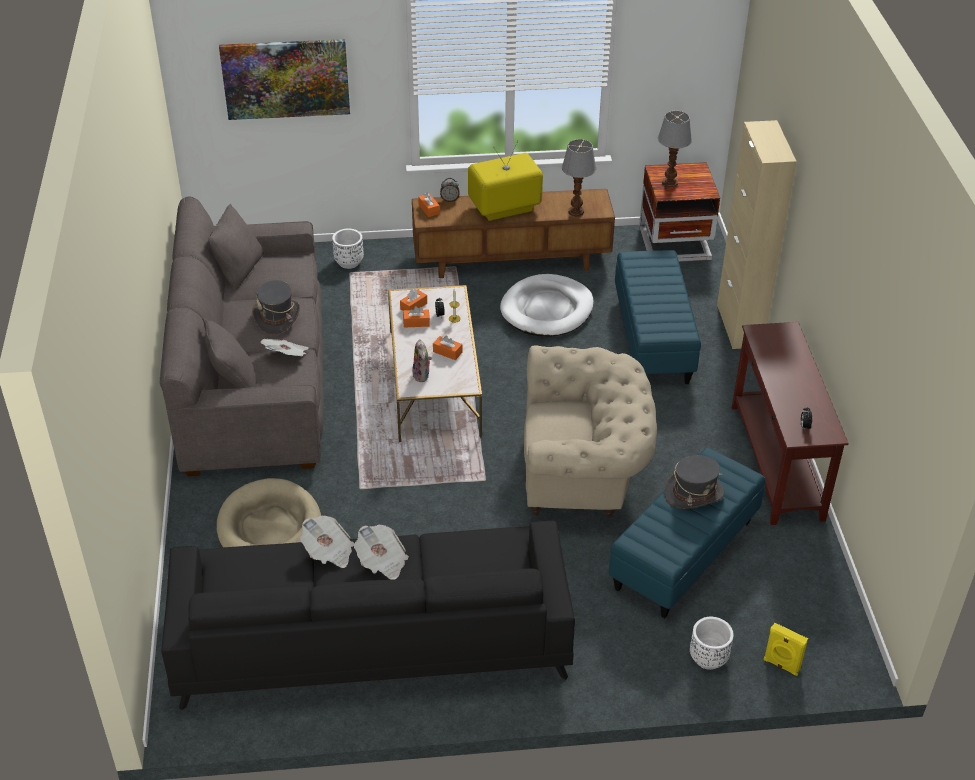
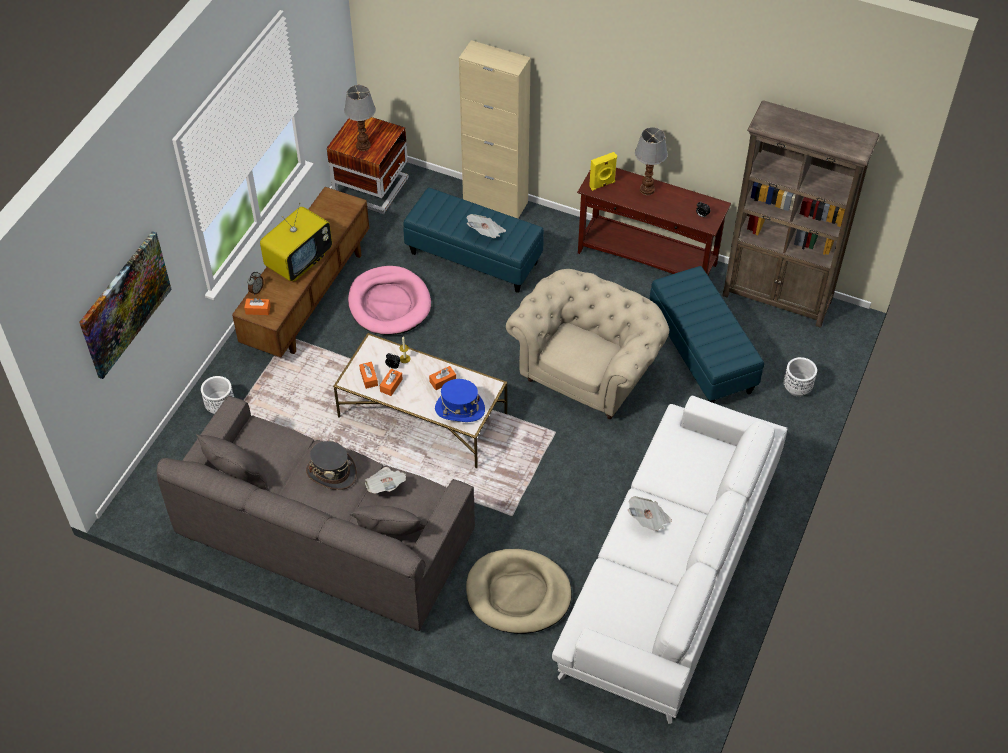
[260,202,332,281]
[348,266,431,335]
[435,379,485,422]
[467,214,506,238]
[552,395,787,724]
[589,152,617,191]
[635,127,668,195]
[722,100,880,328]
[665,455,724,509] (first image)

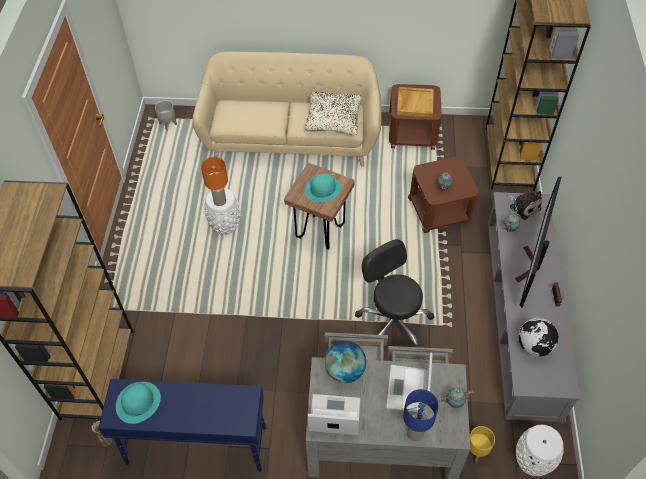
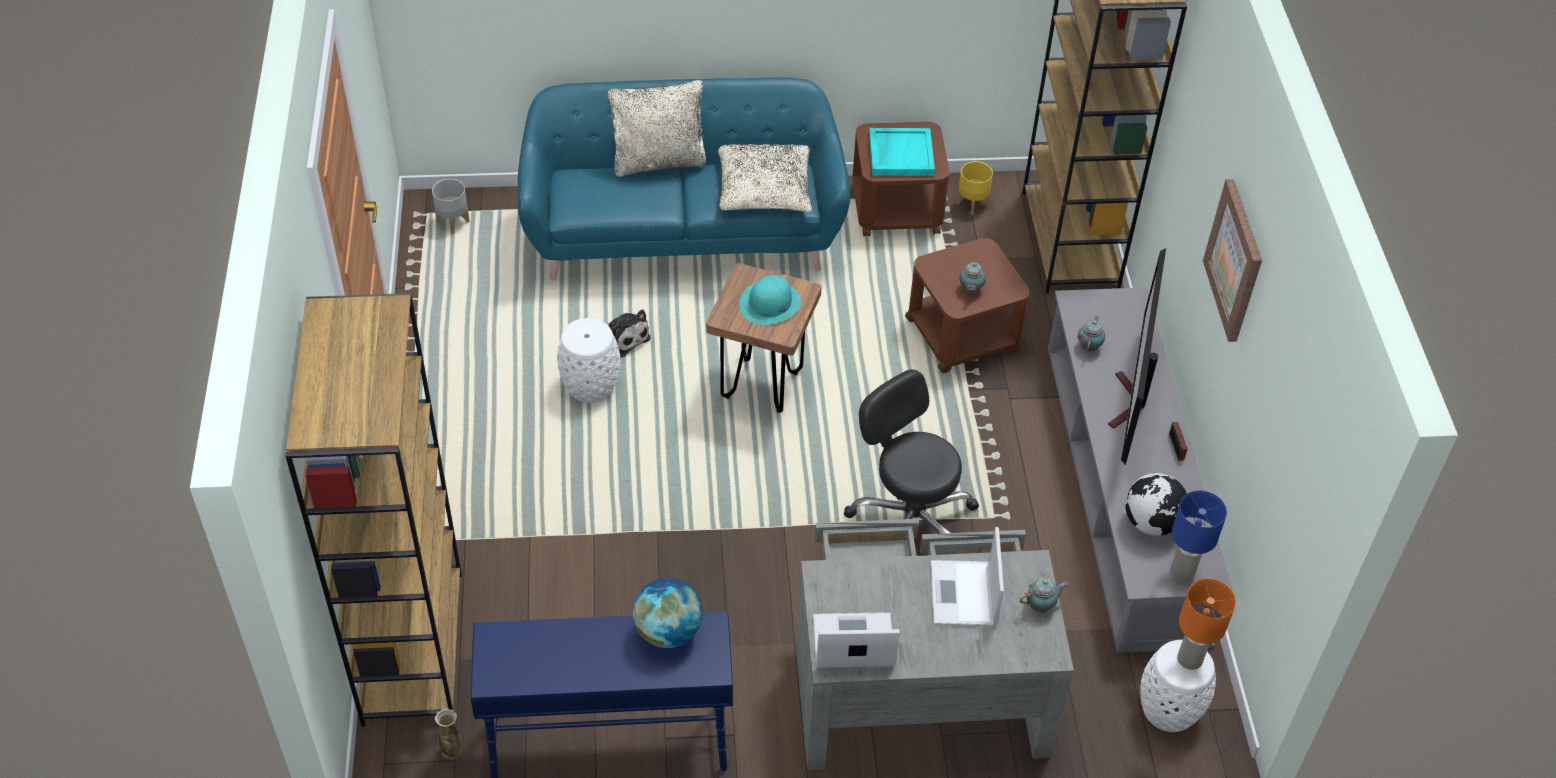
[518,78,850,281]
[603,309,651,357]
[607,80,706,177]
[633,578,702,648]
[869,128,935,176]
[957,161,993,215]
[1170,491,1227,582]
[1177,579,1236,670]
[1203,179,1262,342]
[116,382,161,424] (first image)

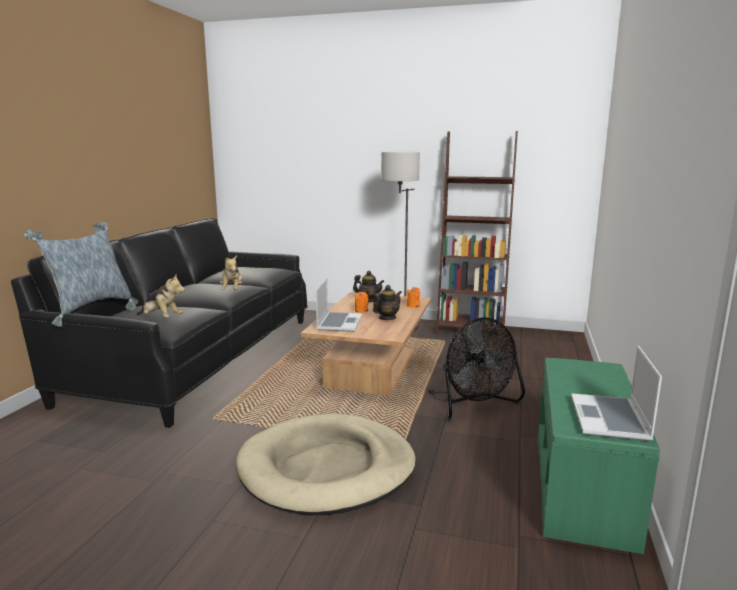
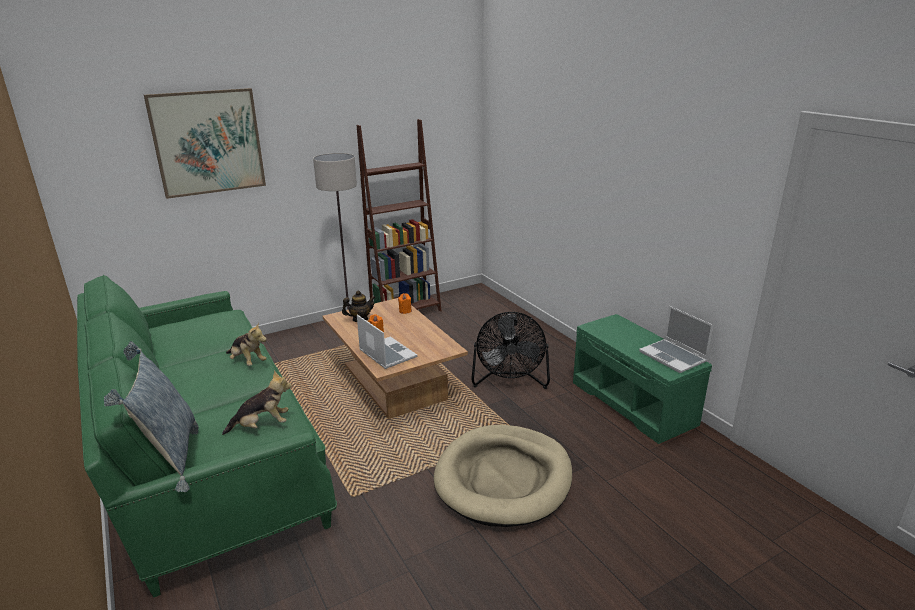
[77,275,337,598]
[144,88,266,199]
[471,312,550,389]
[373,285,402,320] (first image)

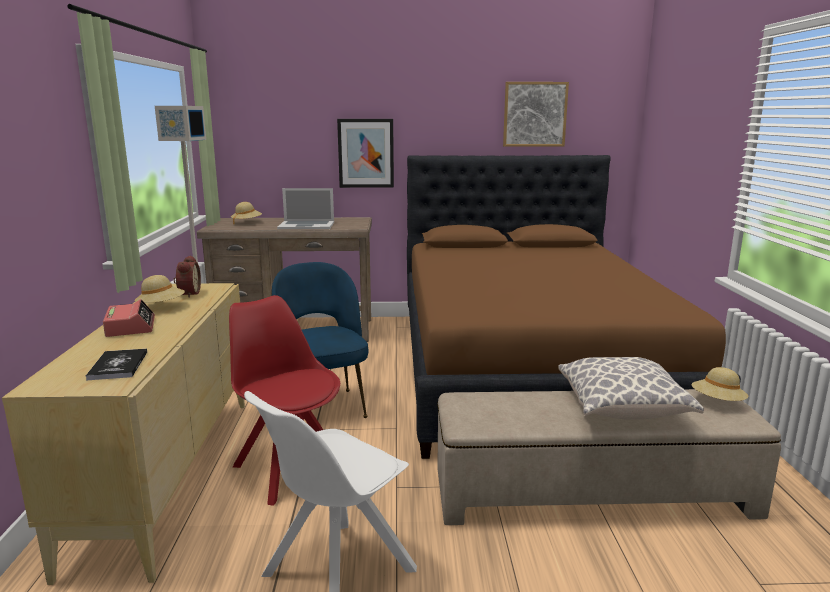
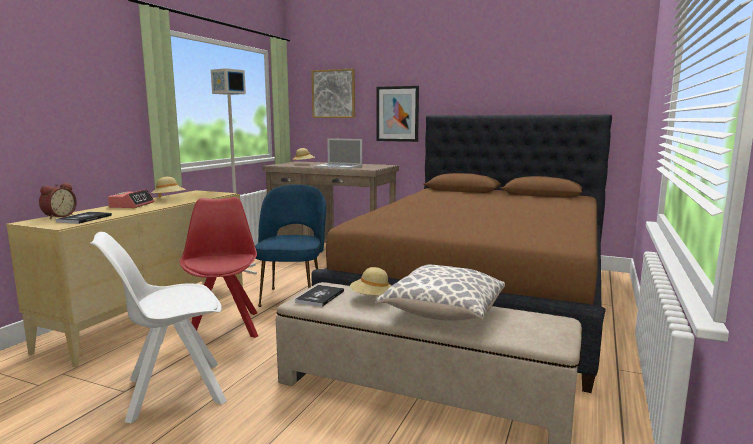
[39,183,77,219]
[295,285,344,307]
[311,69,355,118]
[350,267,392,295]

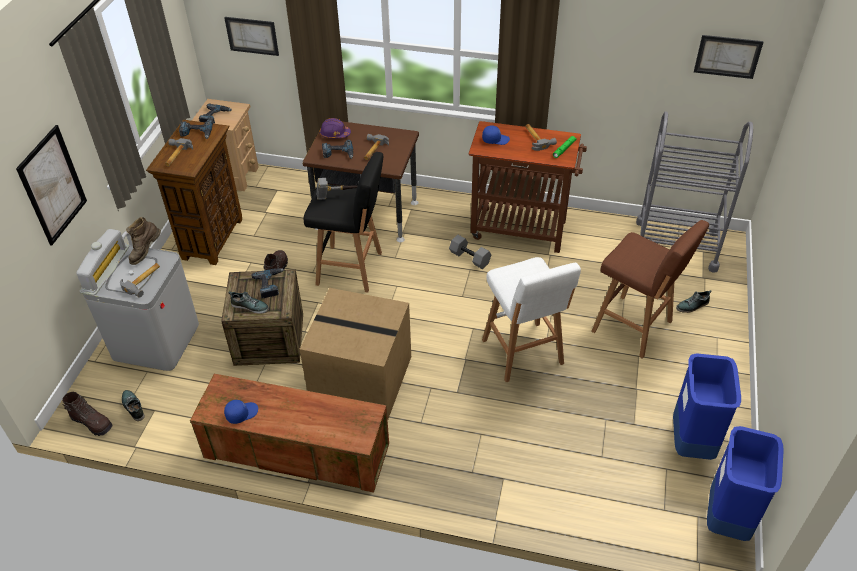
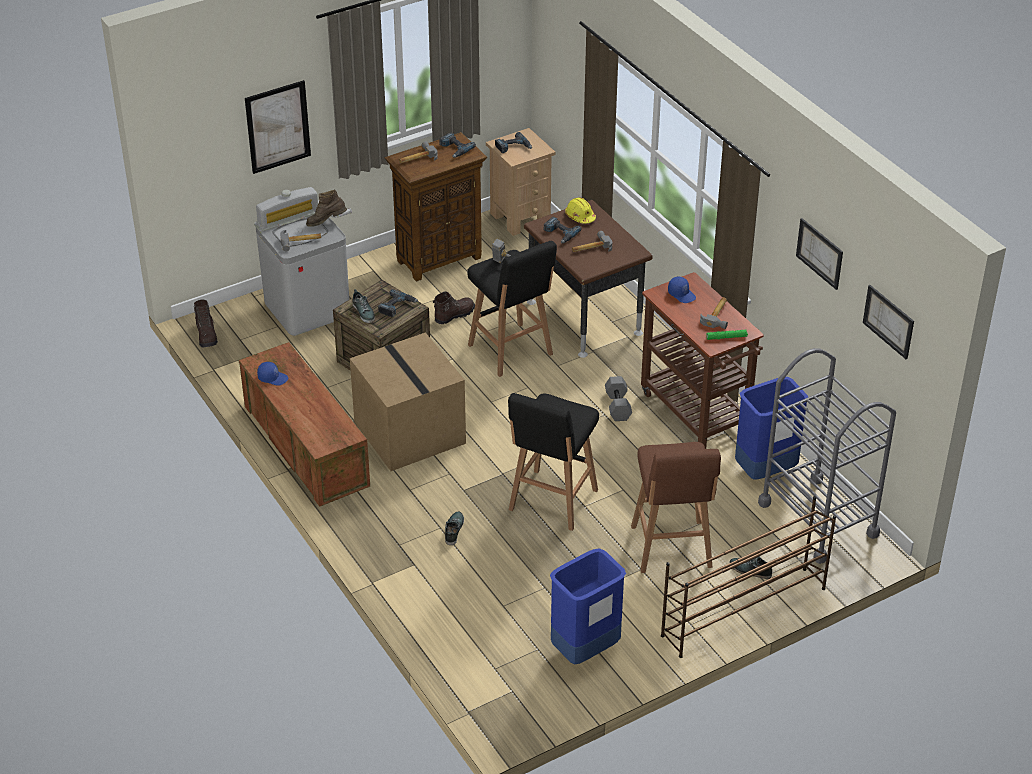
[445,512,464,545]
[508,393,599,531]
[565,197,596,224]
[661,496,836,658]
[735,377,808,480]
[796,218,843,290]

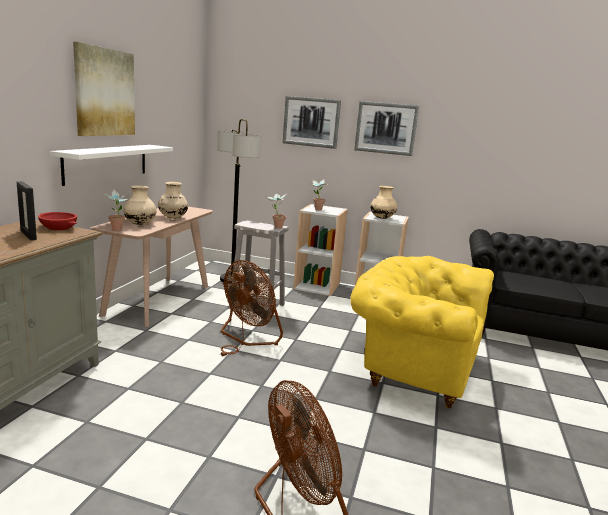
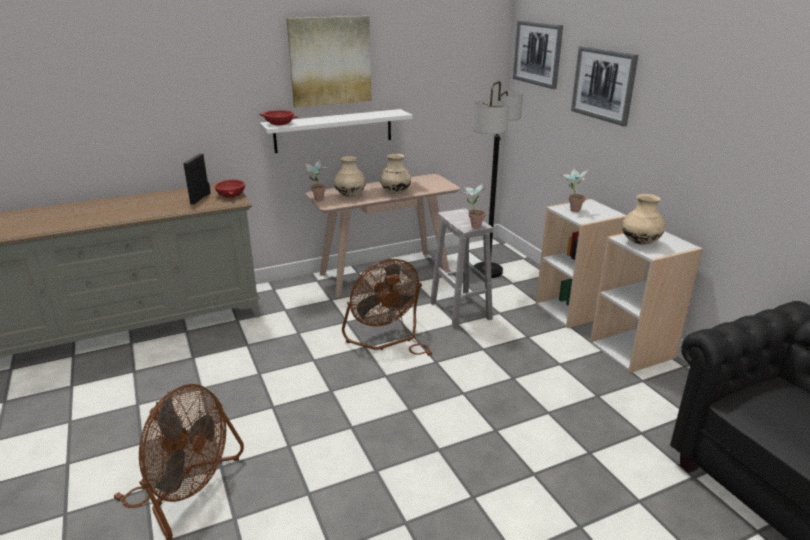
[259,110,298,125]
[342,259,432,356]
[513,20,563,89]
[350,256,494,408] (first image)

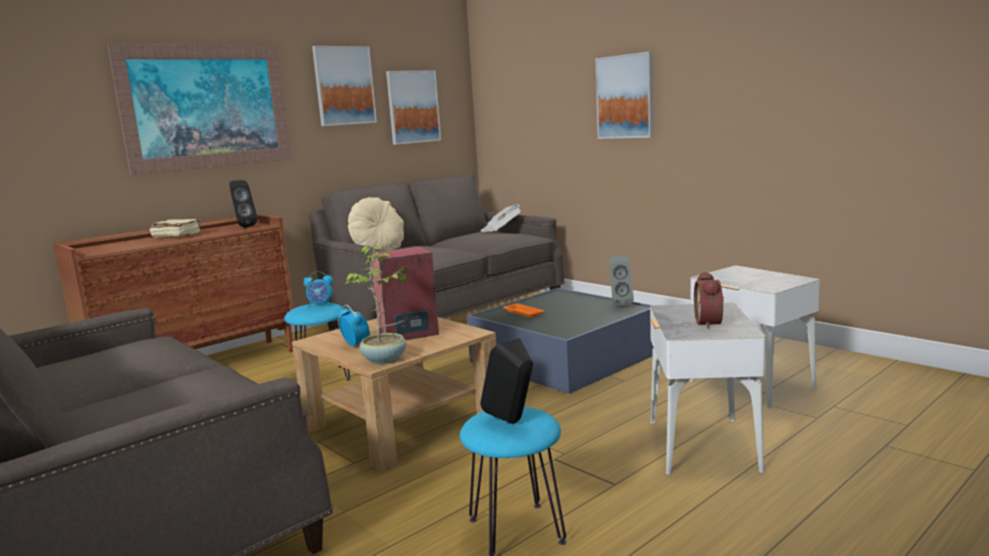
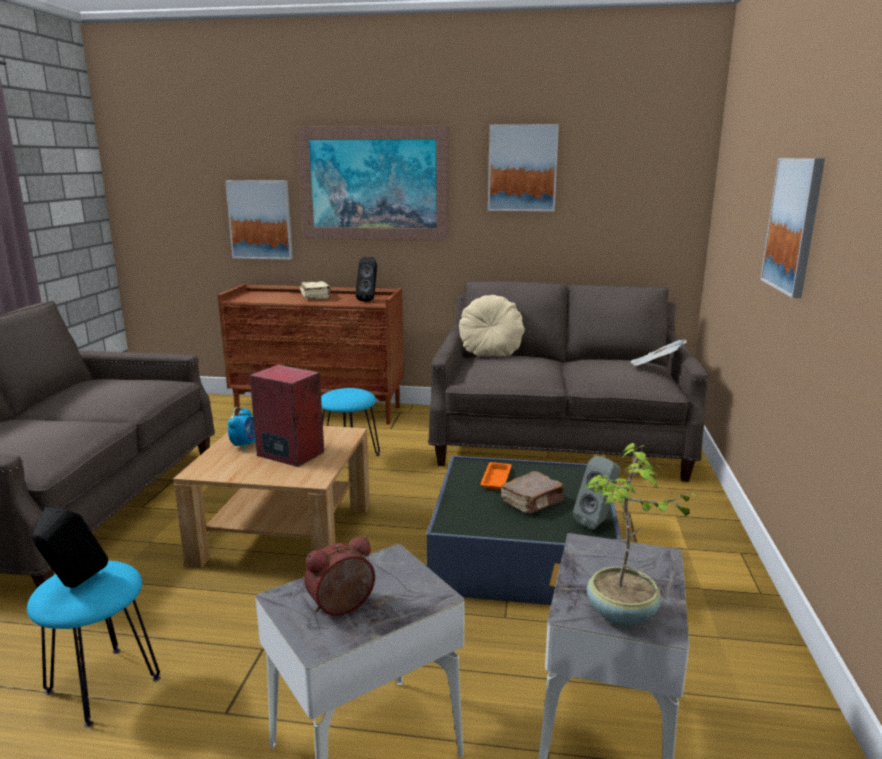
[225,180,293,260]
[501,471,564,514]
[586,443,698,626]
[304,271,333,308] (first image)

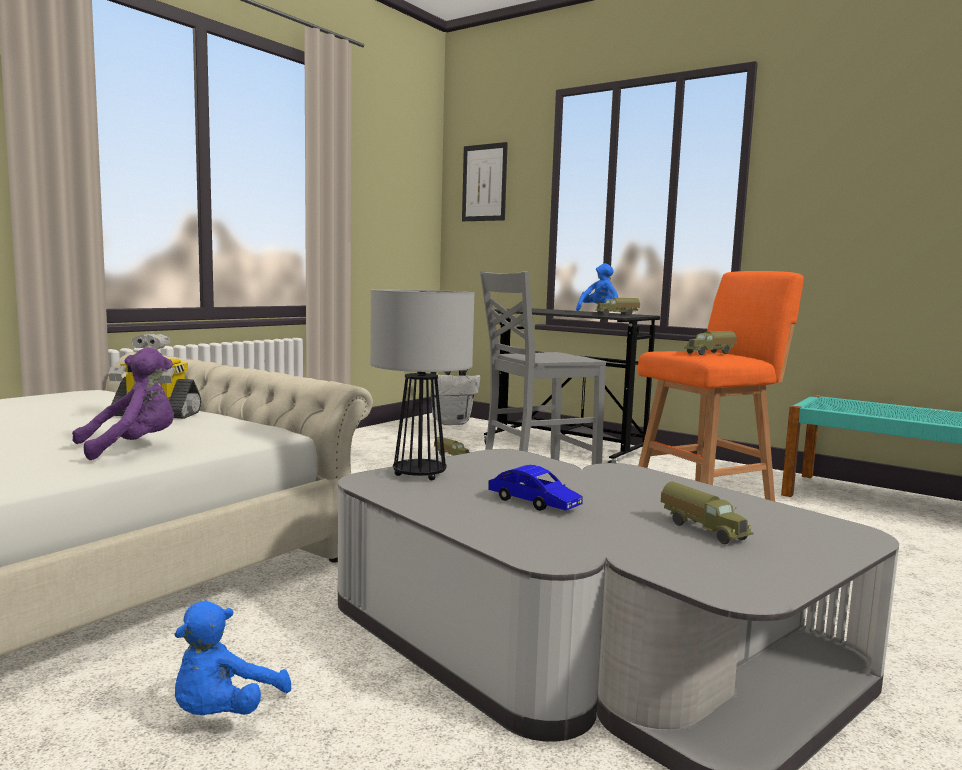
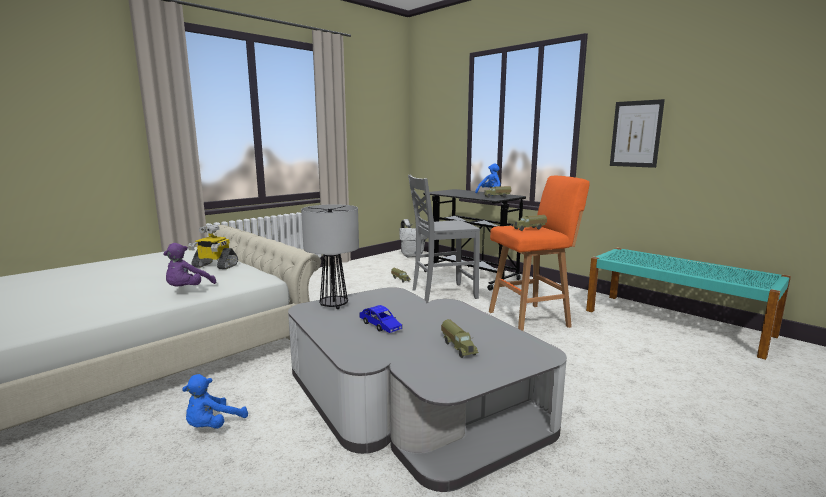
[164,243,216,287]
[610,99,665,168]

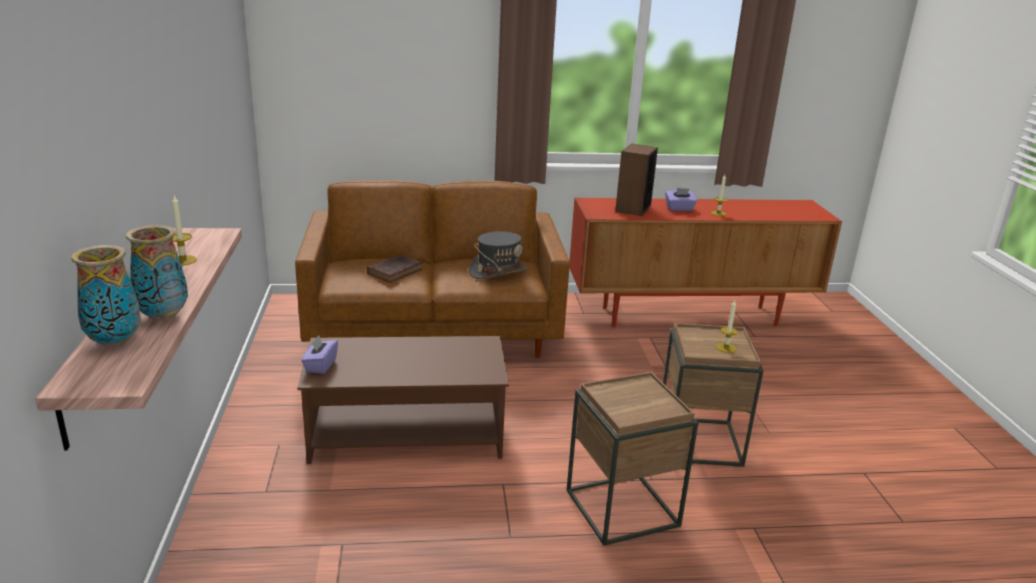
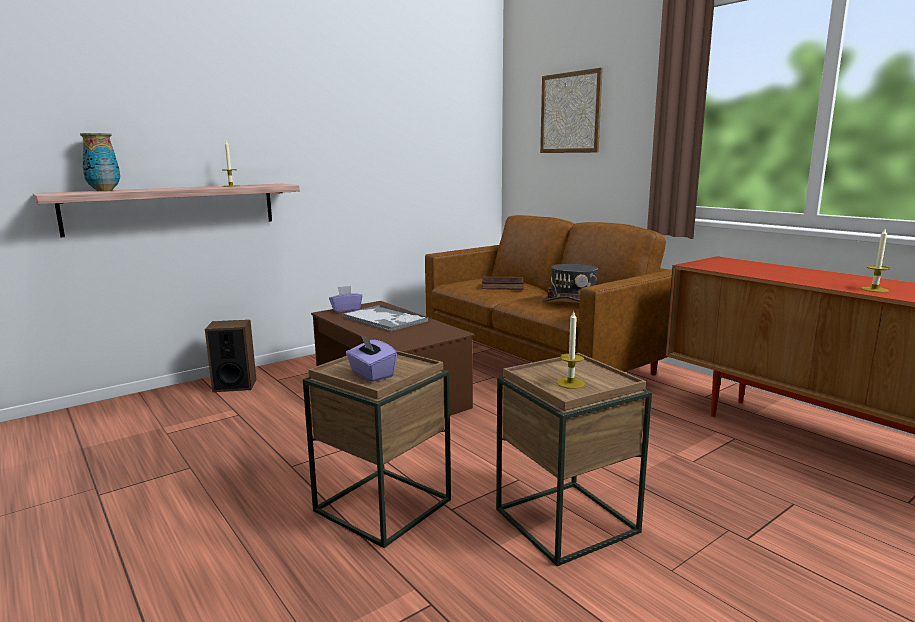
[205,320,256,392]
[342,305,429,332]
[346,334,397,382]
[540,68,603,153]
[126,225,188,321] (first image)

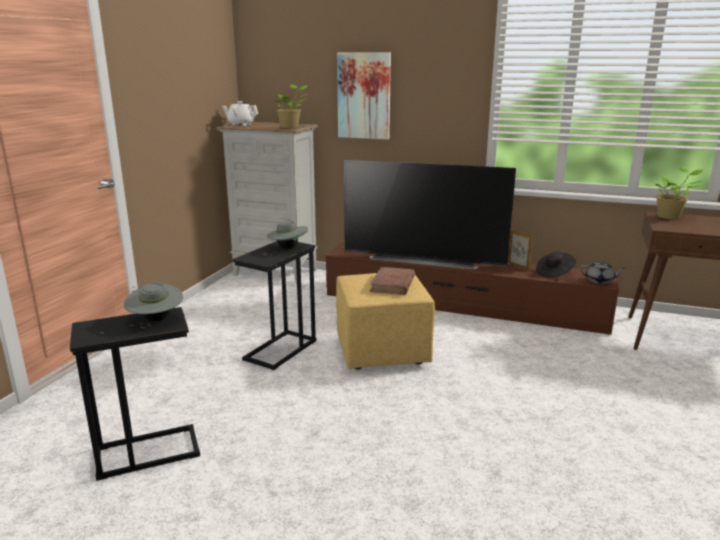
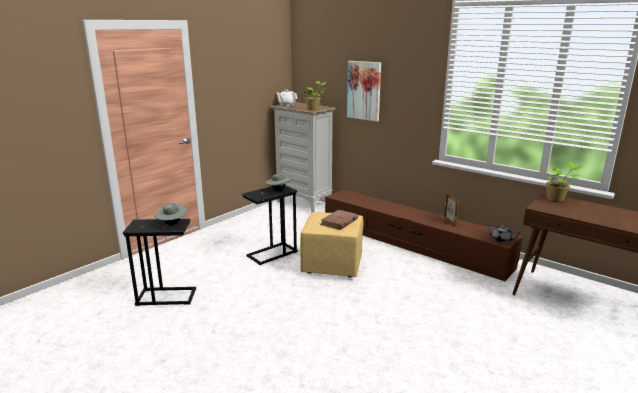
[344,159,516,269] (first image)
[536,252,576,278] (first image)

